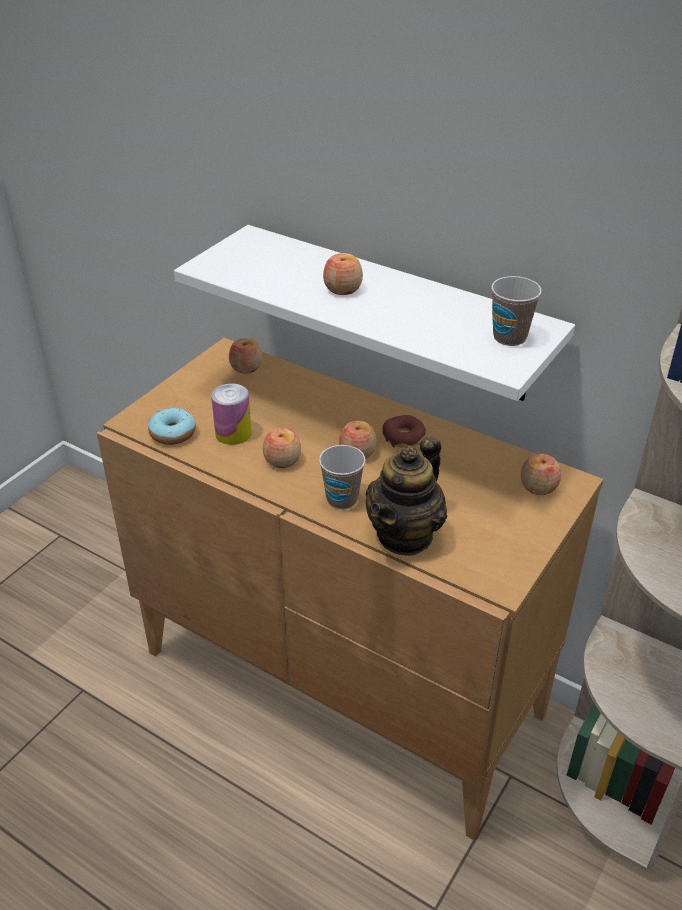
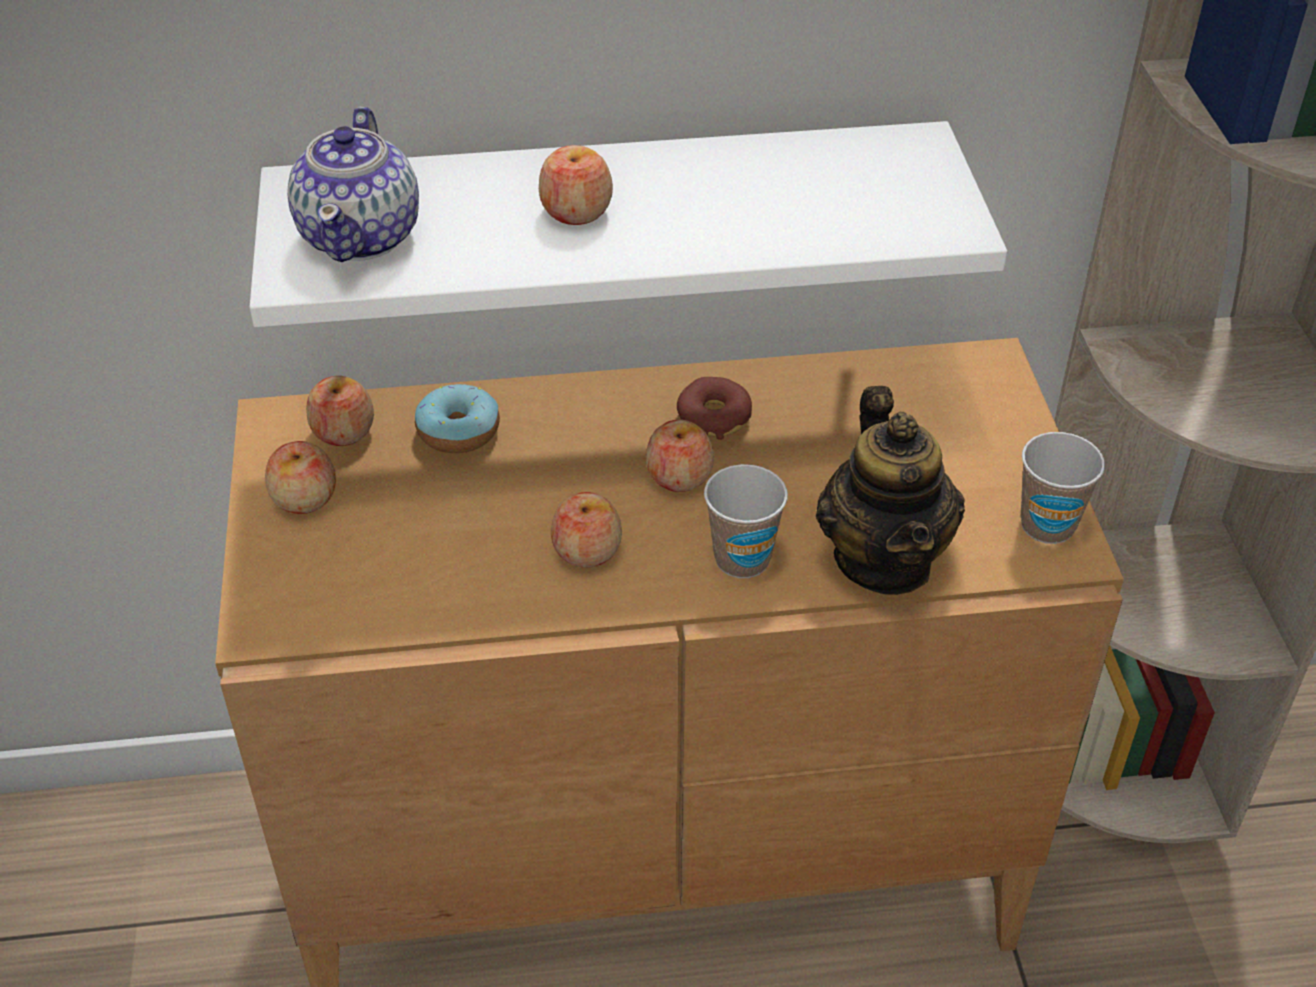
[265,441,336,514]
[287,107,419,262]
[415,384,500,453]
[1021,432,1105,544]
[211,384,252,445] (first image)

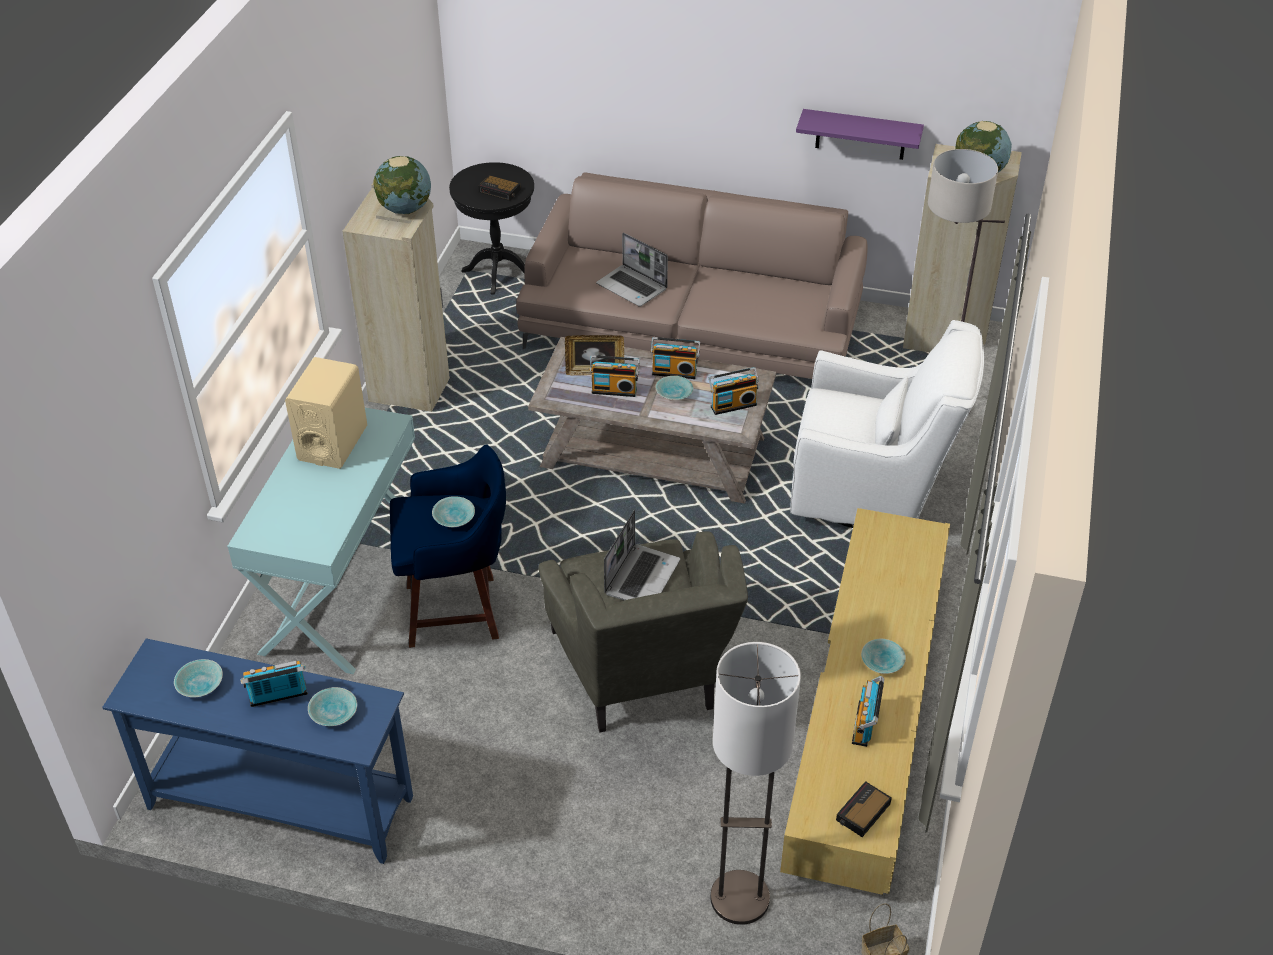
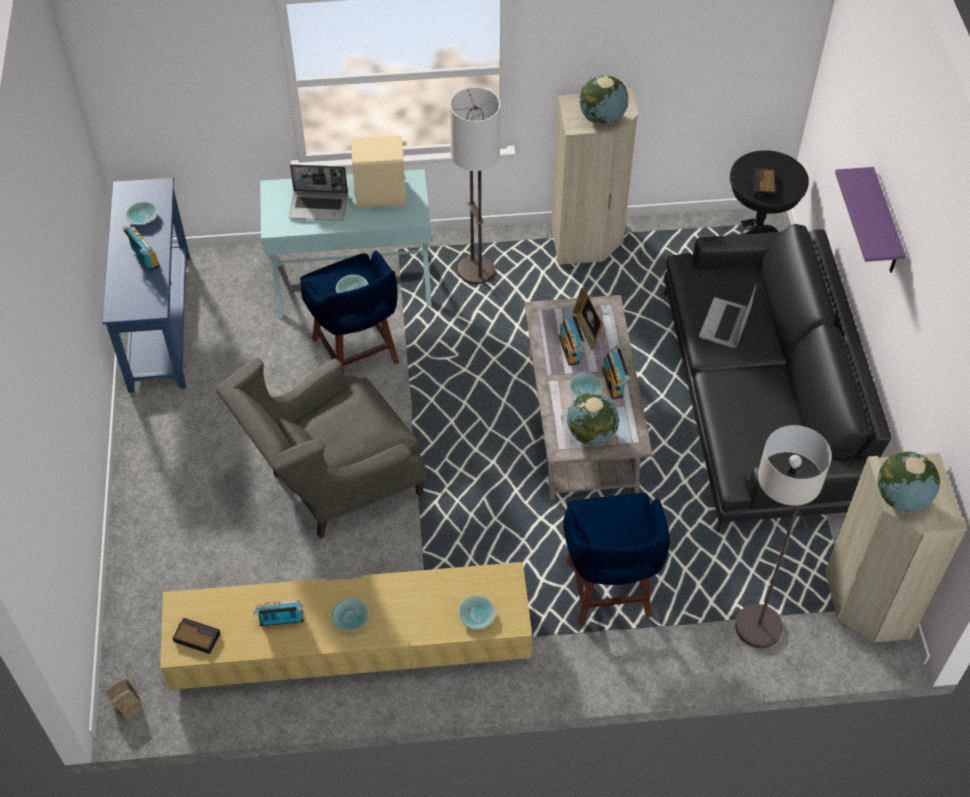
[289,164,348,221]
[450,87,501,284]
[458,595,496,629]
[563,493,670,626]
[567,393,619,445]
[664,224,891,533]
[835,167,906,273]

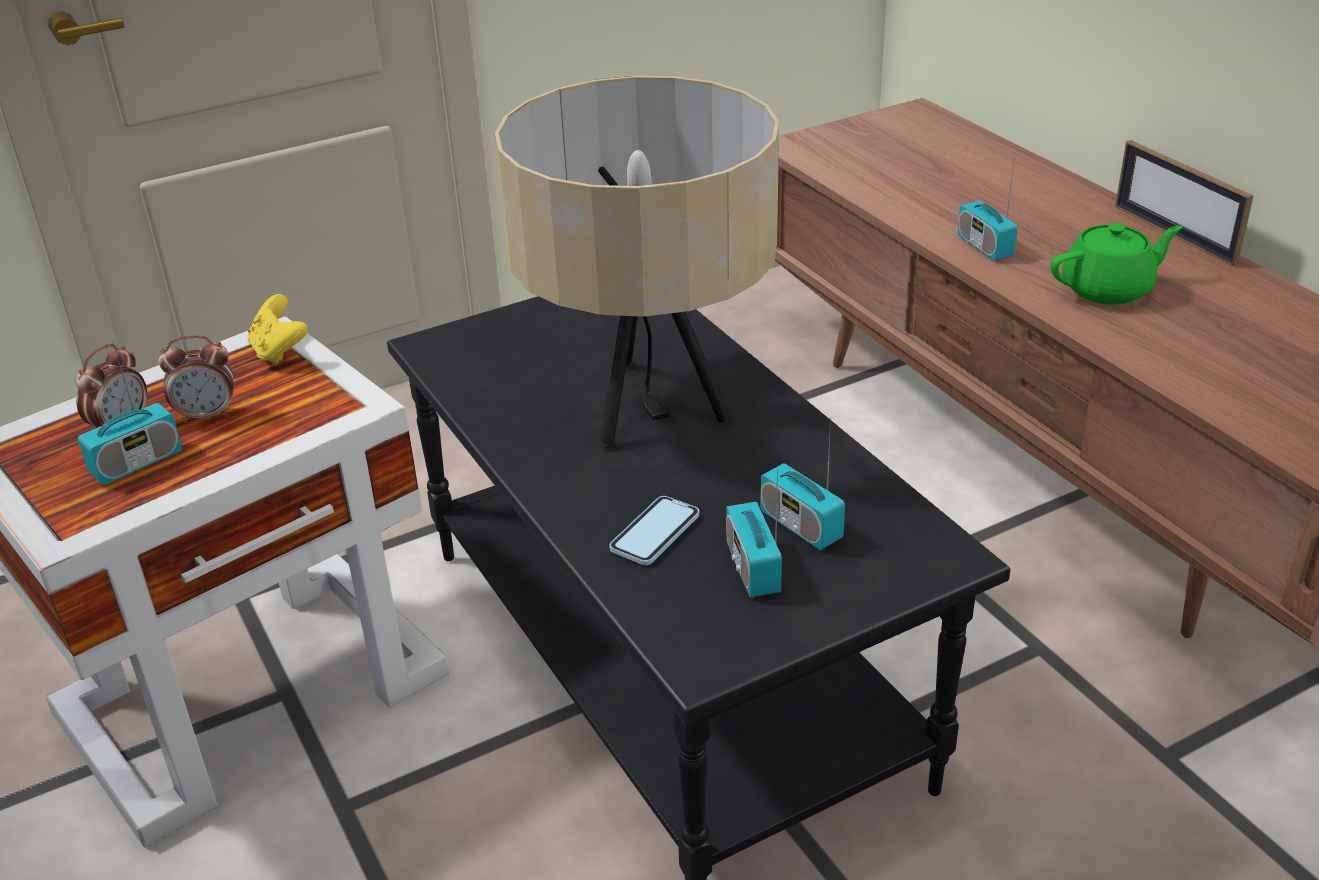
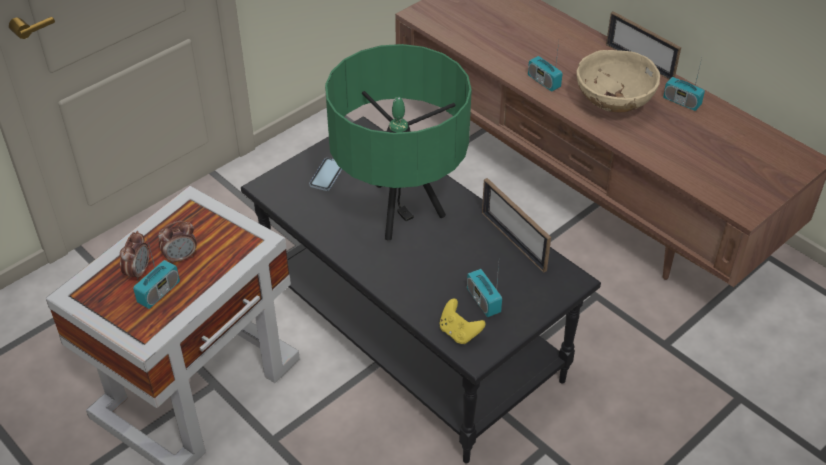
[309,158,342,191]
[325,44,472,240]
[440,299,485,344]
[482,178,551,272]
[576,50,660,112]
[663,58,705,111]

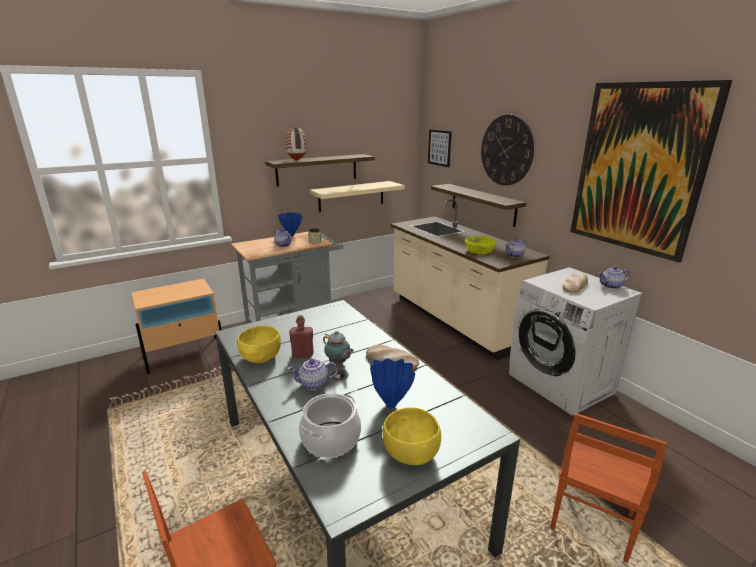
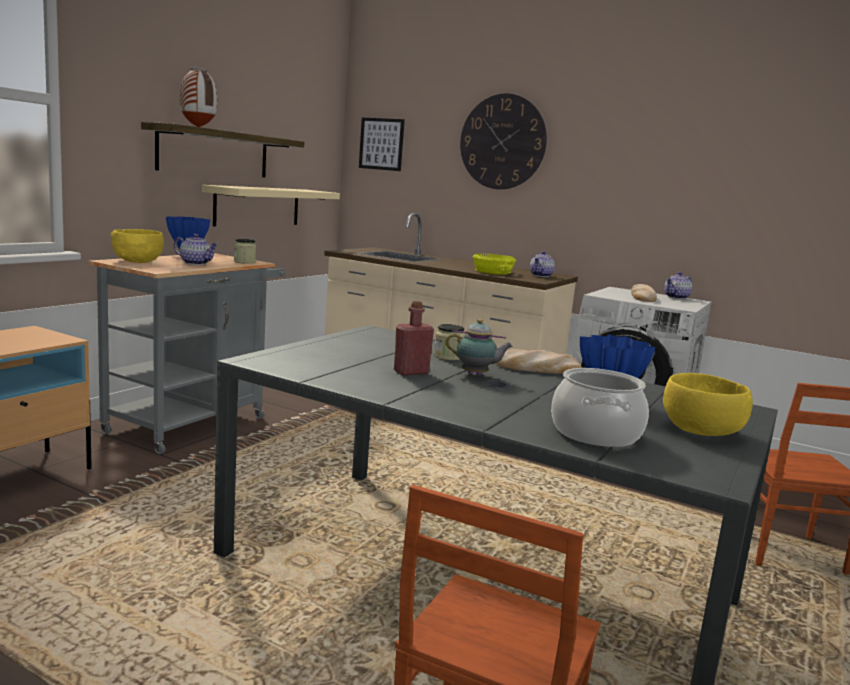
[110,229,164,263]
[434,324,465,360]
[288,359,338,390] (first image)
[431,184,526,227] (first image)
[570,80,732,262] (first image)

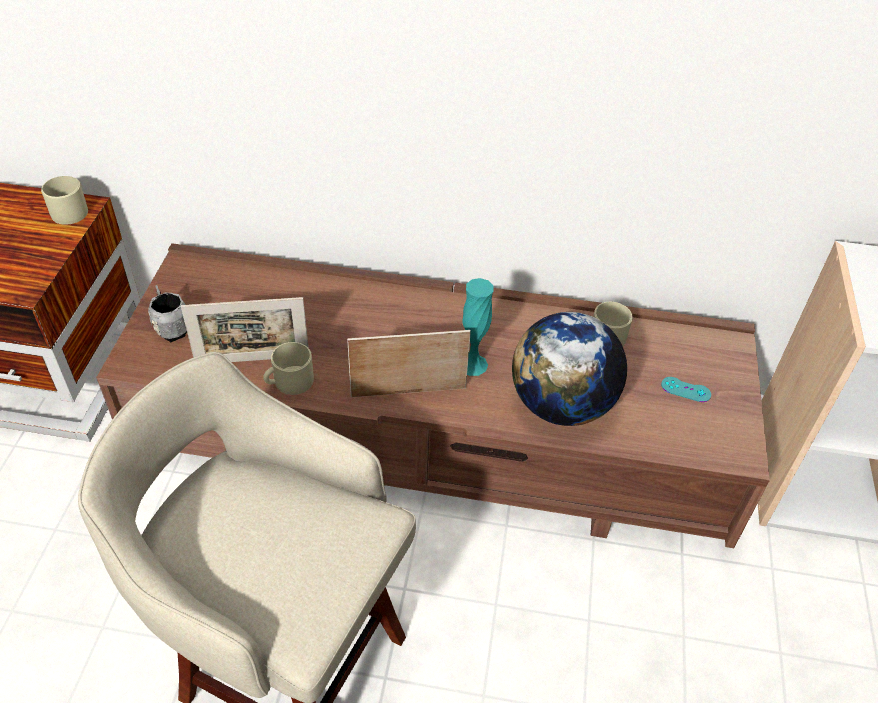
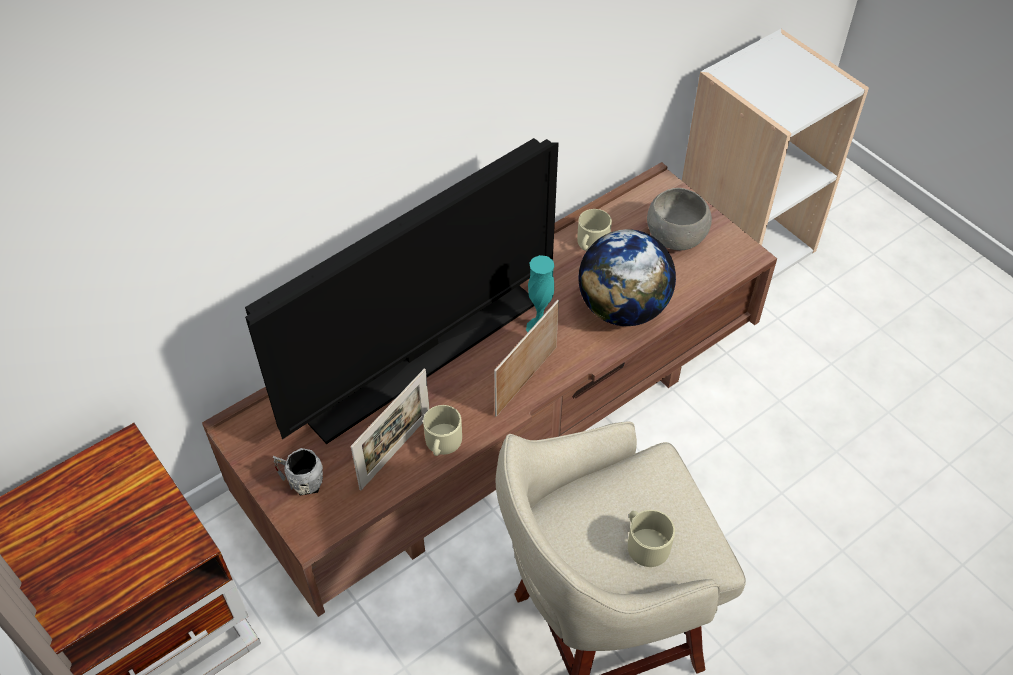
[245,138,559,444]
[628,510,675,567]
[647,188,712,250]

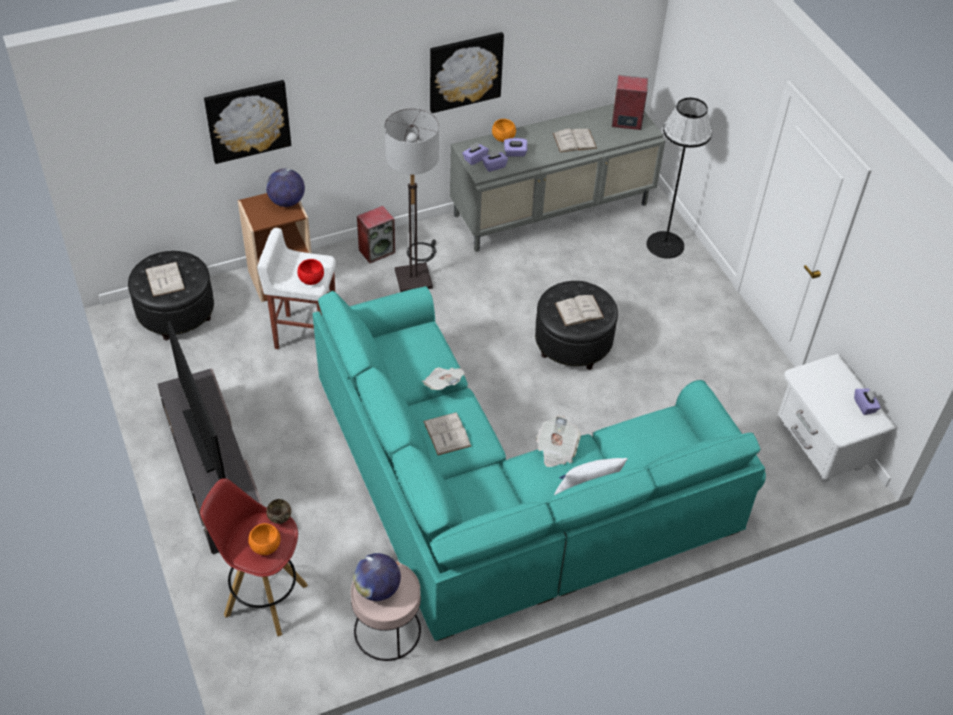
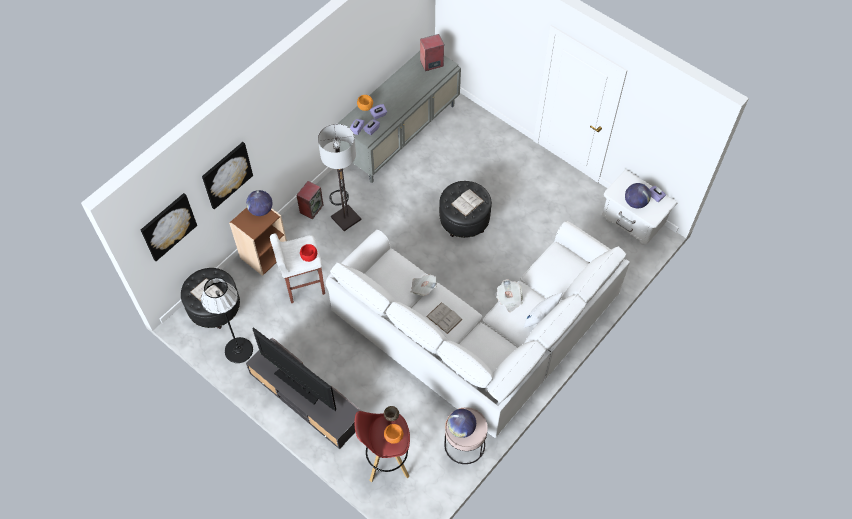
[141,193,197,261]
[201,277,253,363]
[326,221,630,438]
[625,183,651,208]
[553,129,597,153] (first image)

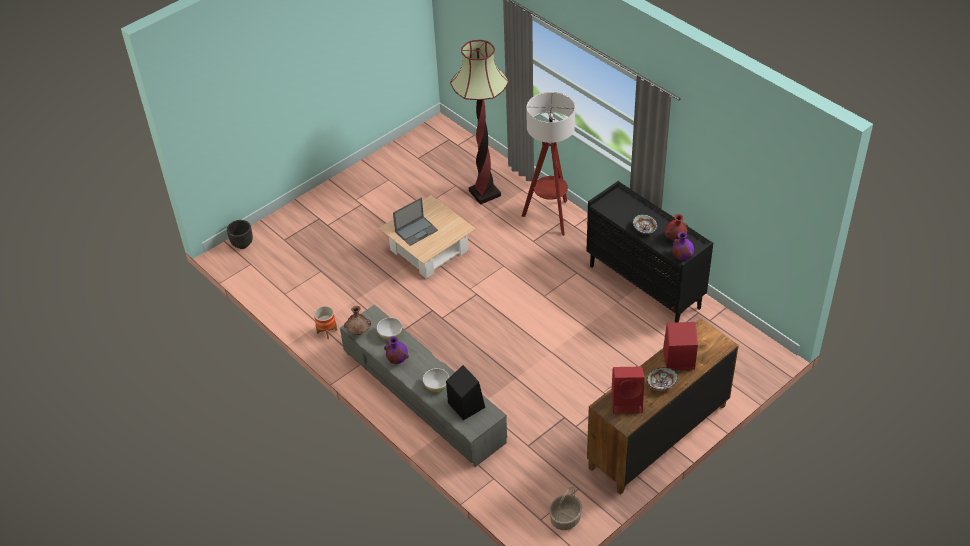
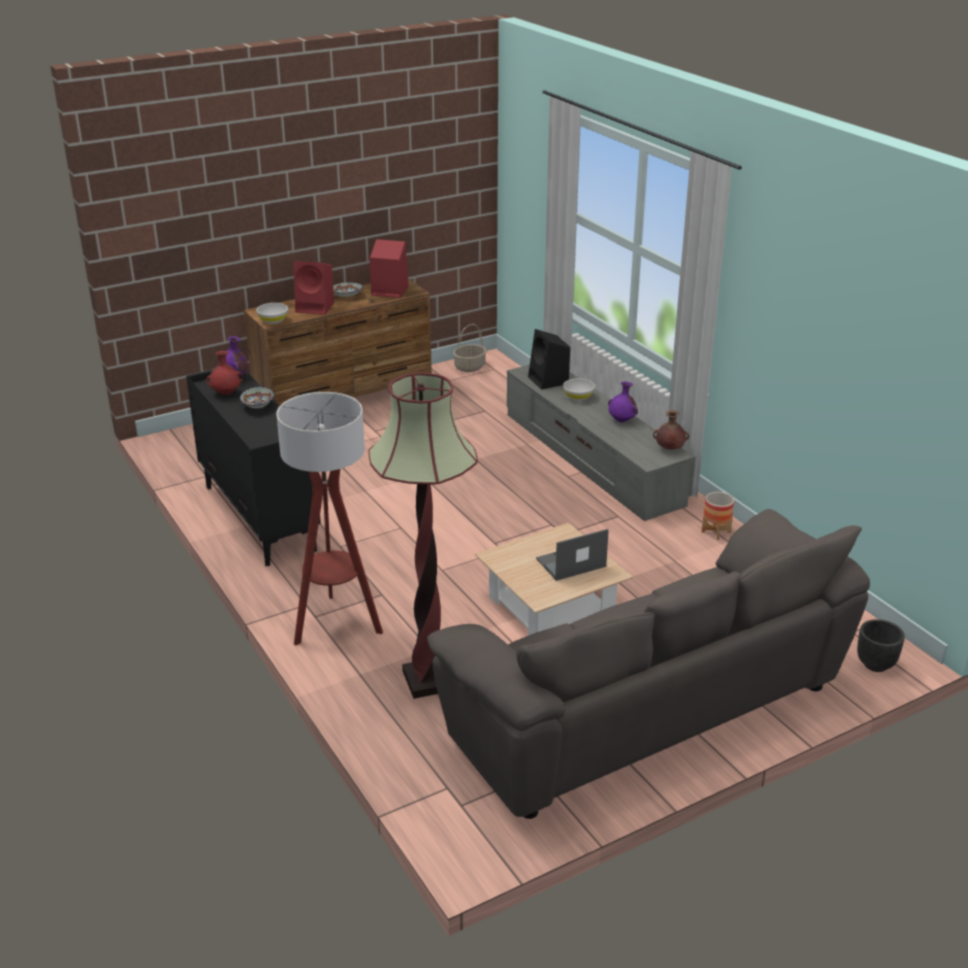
[256,303,288,324]
[427,509,870,819]

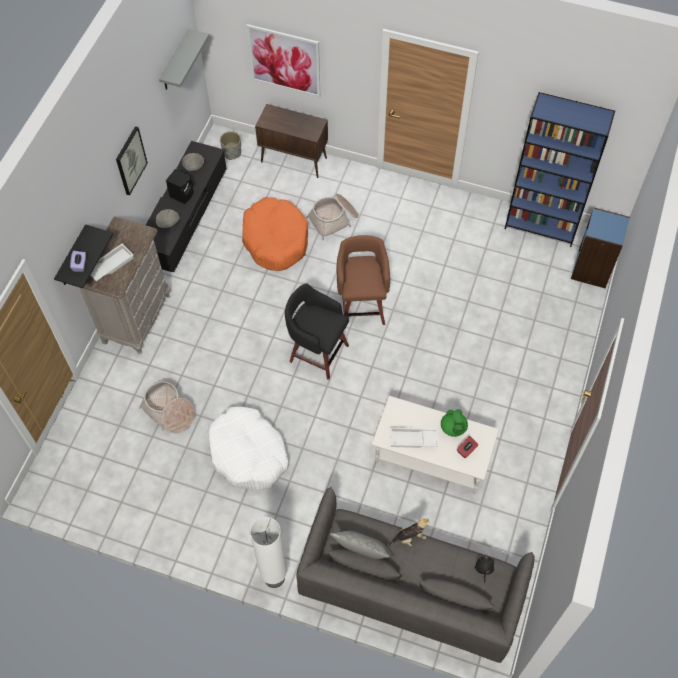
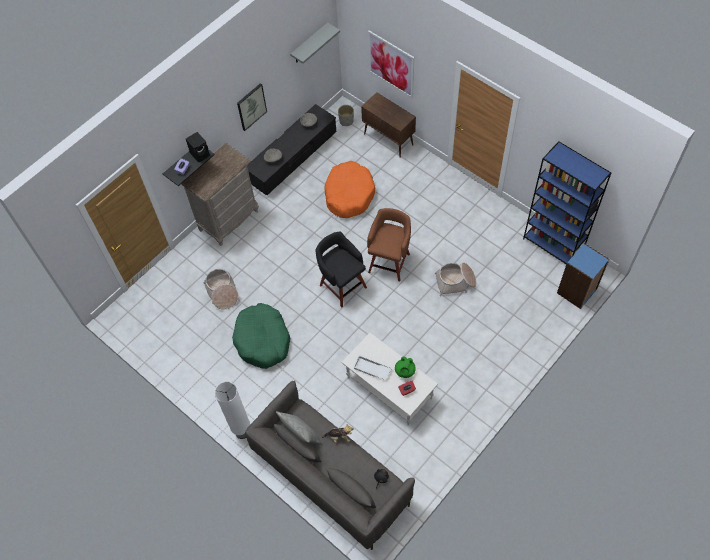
[186,132,210,162]
[232,303,290,369]
[435,263,476,296]
[90,243,134,281] (first image)

